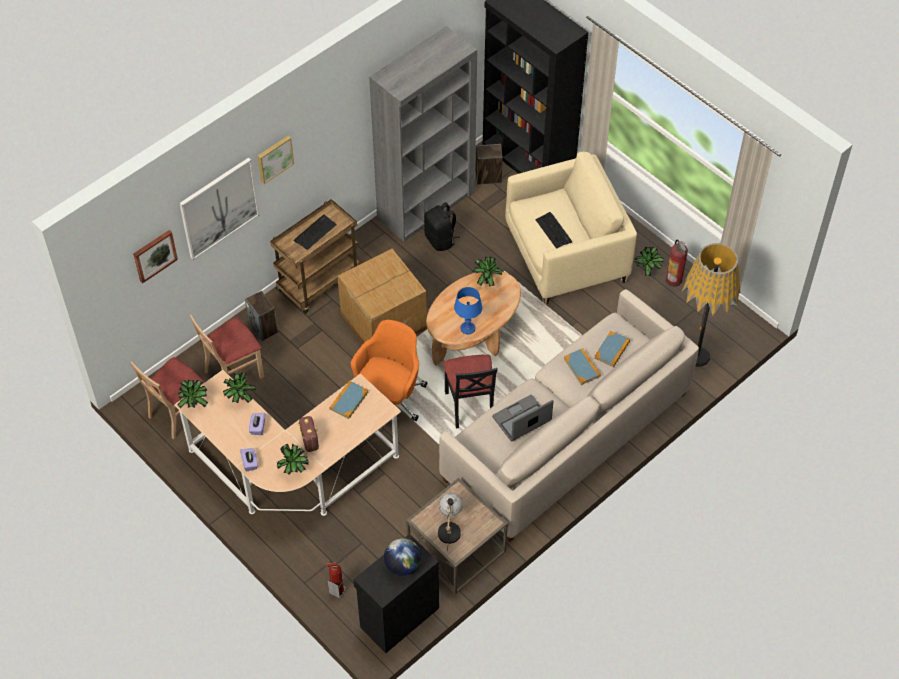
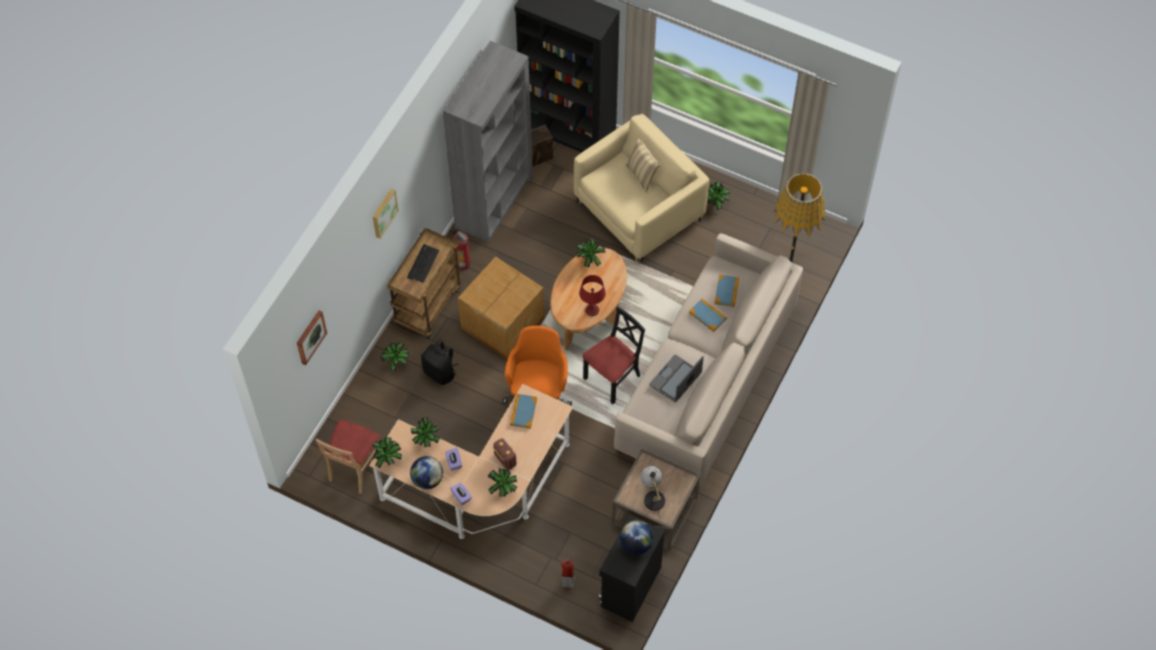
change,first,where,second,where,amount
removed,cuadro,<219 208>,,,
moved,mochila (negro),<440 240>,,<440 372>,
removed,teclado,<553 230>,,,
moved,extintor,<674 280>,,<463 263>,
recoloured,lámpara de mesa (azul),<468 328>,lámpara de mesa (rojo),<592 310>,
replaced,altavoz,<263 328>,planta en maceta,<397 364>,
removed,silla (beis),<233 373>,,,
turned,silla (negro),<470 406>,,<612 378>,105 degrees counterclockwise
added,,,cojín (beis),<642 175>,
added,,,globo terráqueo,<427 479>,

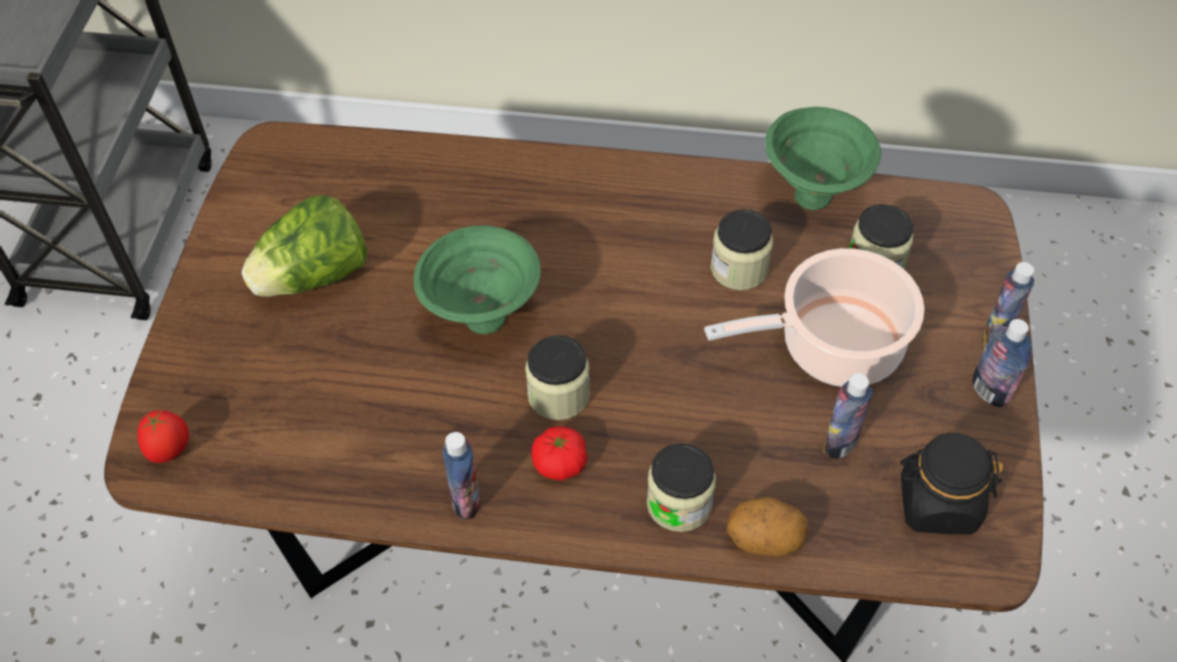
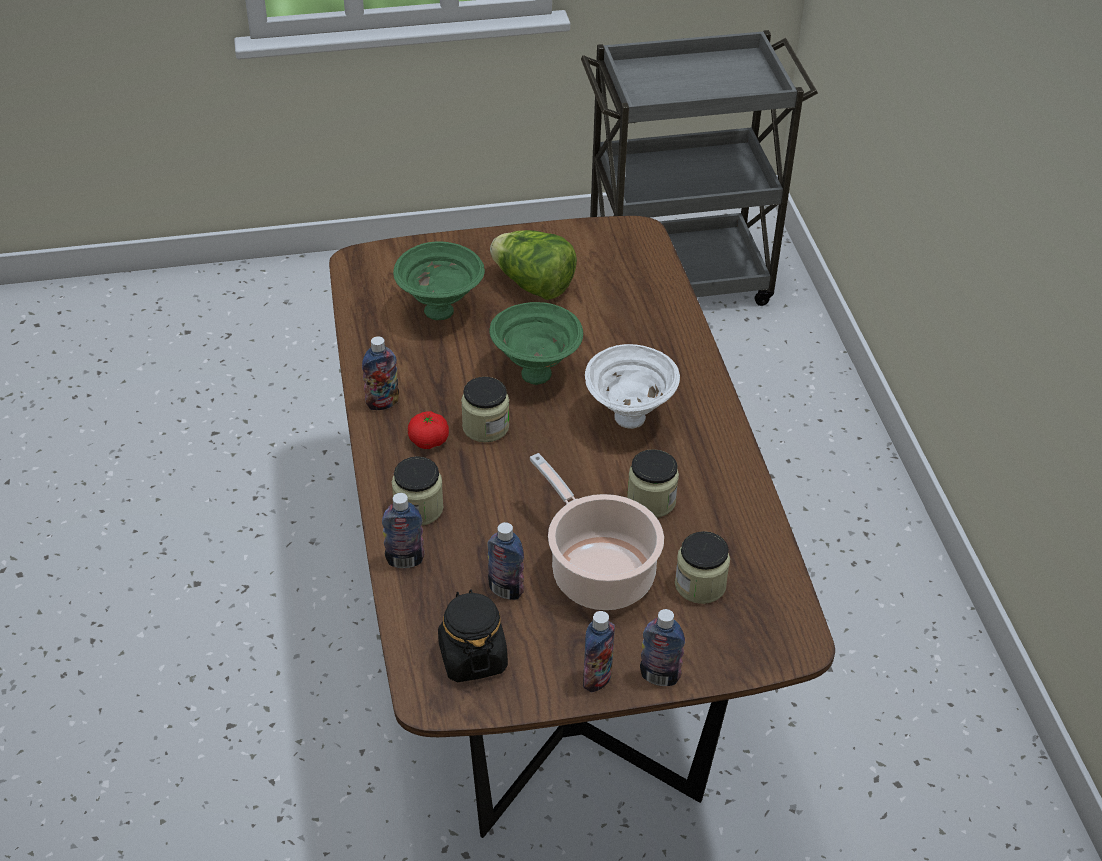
change,first,where,second,where,amount
moved,cuenco (verde),<811 194>,,<441 311>,
removed,tomate,<170 451>,,,
replaced,patata,<764 539>,botella,<405 560>,
added,,,cuenco (blanco),<629 420>,

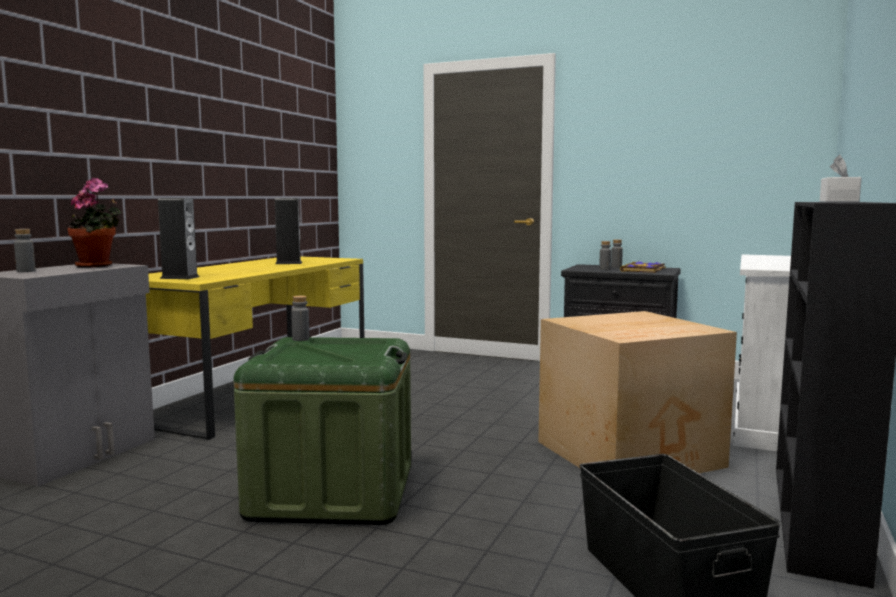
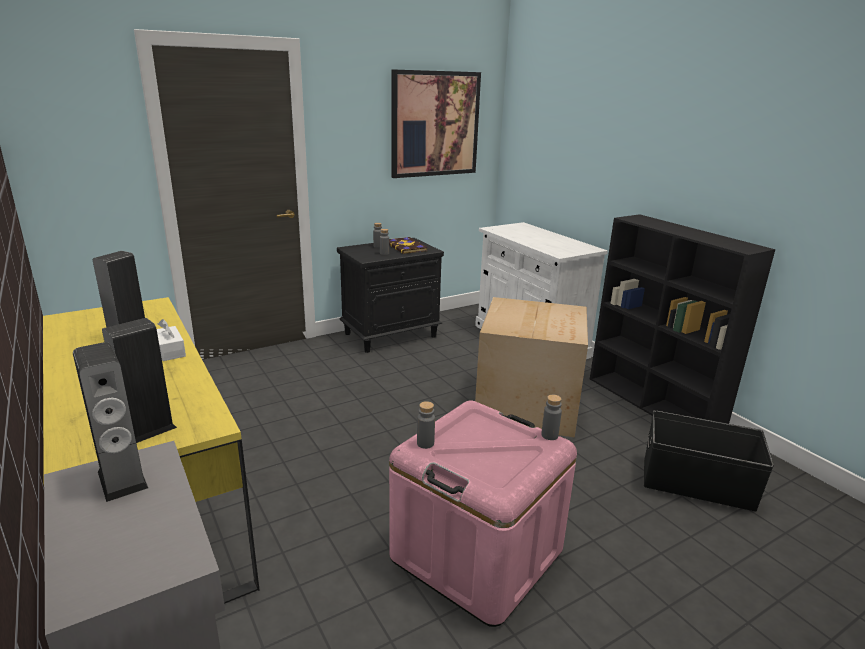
change,first,where,second,where,amount
moved,caja de pañuelos (blanco),<838 201>,,<170 351>,
replaced,planta en maceta,<97 266>,altavoz,<122 479>,
moved,botella (gris),<26 271>,,<549 435>,
recoloured,caja de almacenaje (verde),<332 492>,caja de almacenaje (rosa),<477 554>,
added,,,cuadro,<435 124>,

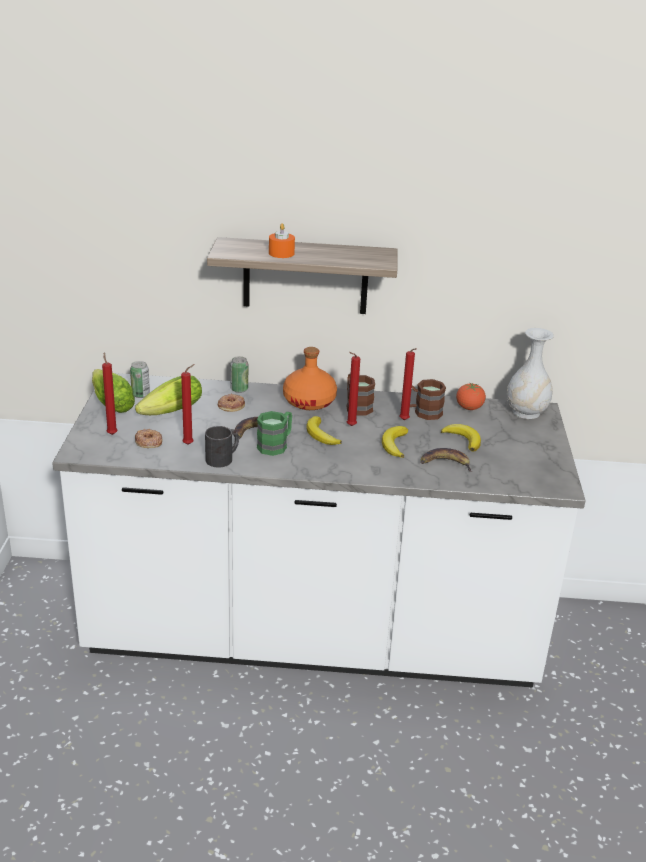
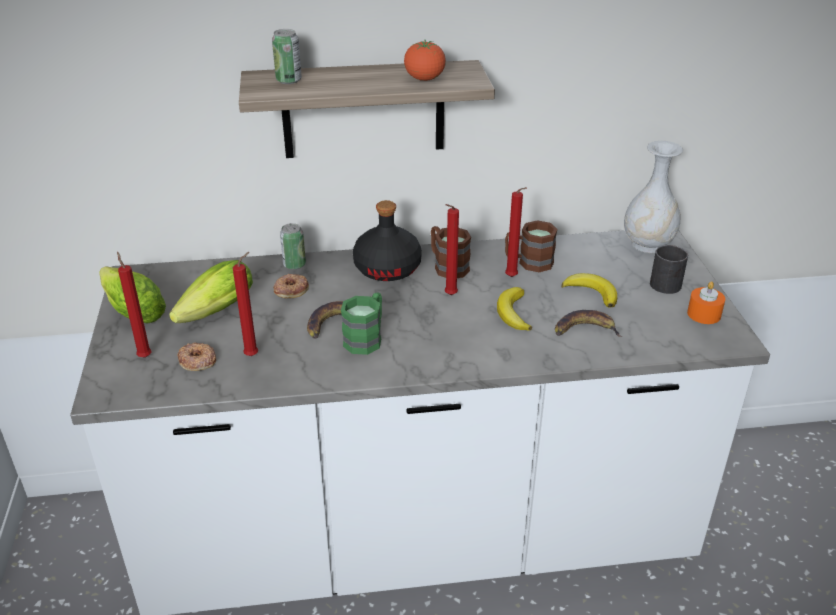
change,first,where,second,where,amount
moved,vela (naranja),<281 253>,,<704 314>,
recoloured,botella (naranja),<309 401>,botella (negro),<387 268>,
moved,lata,<140 394>,,<288 80>,
moved,tomate,<469 408>,,<424 79>,
removed,plátano,<321 435>,,,
moved,taza grande (negro),<223 458>,,<668 281>,

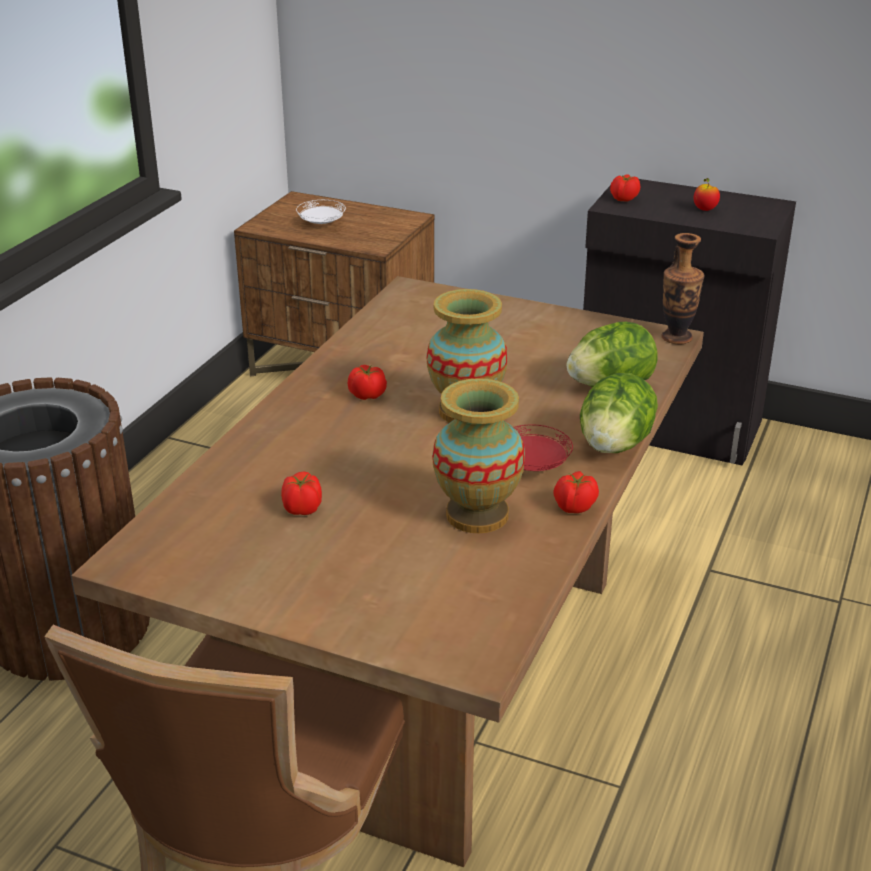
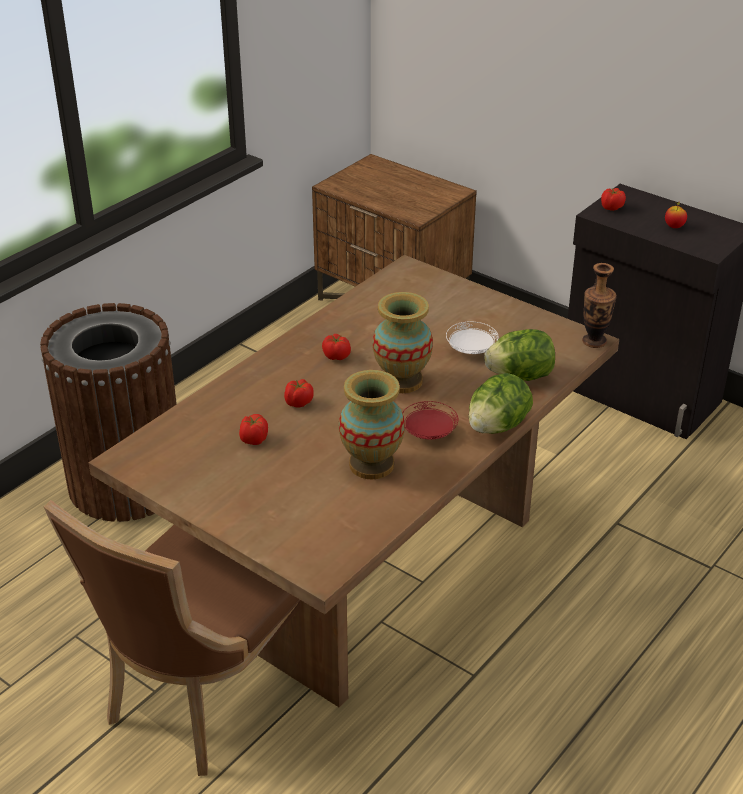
change,first,where,second,where,amount
moved,plato (blanco),<321 224>,,<471 350>,
moved,tomate,<574 507>,,<298 403>,

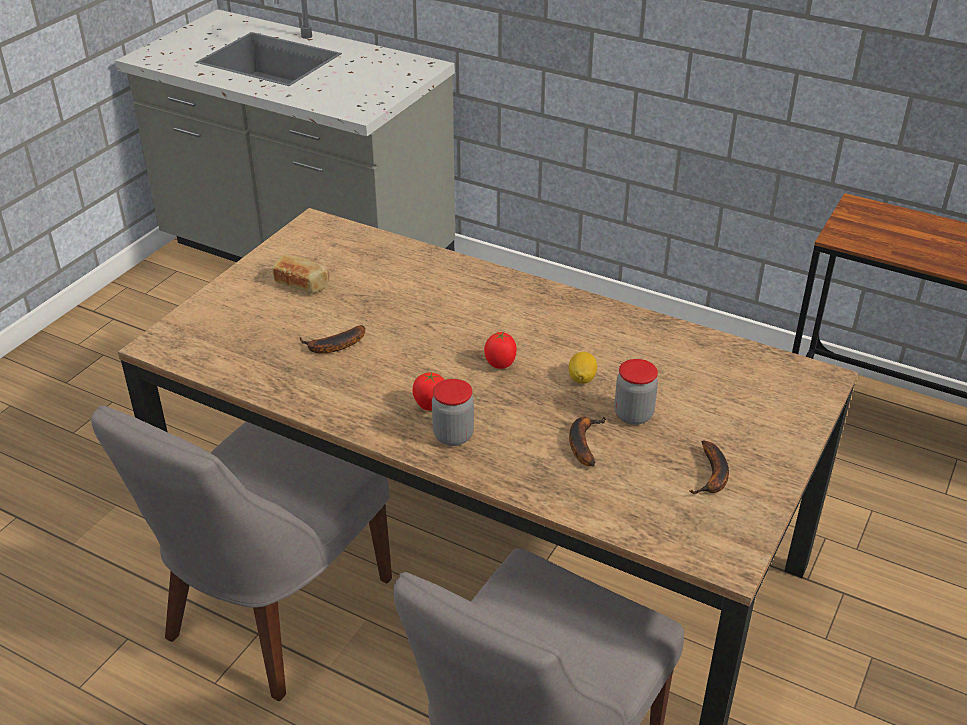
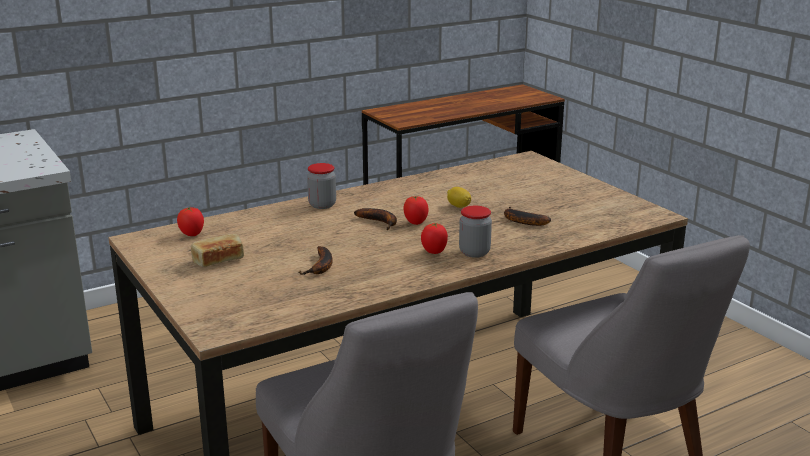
change,first,where,second,where,amount
moved,tarro,<633 415>,,<322 205>,
moved,plátano,<713 476>,,<380 222>,
added,,,tomate,<192 235>,

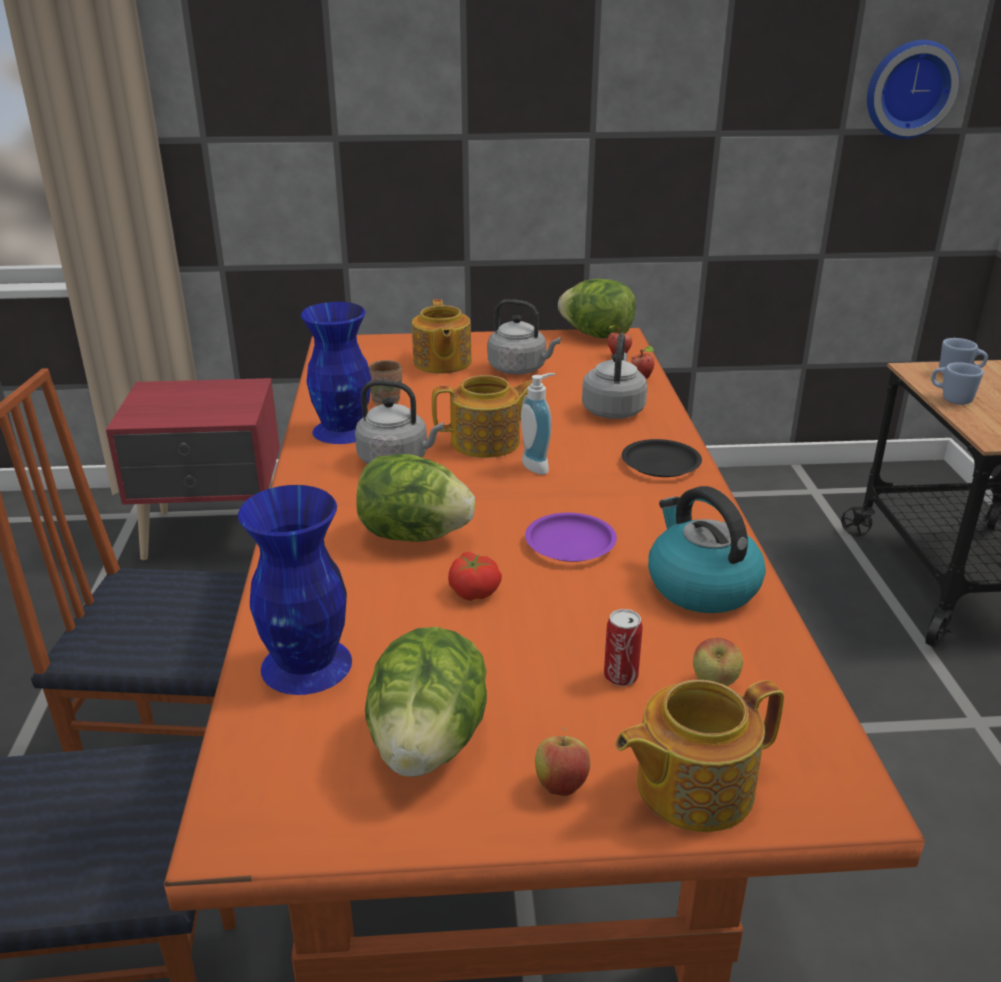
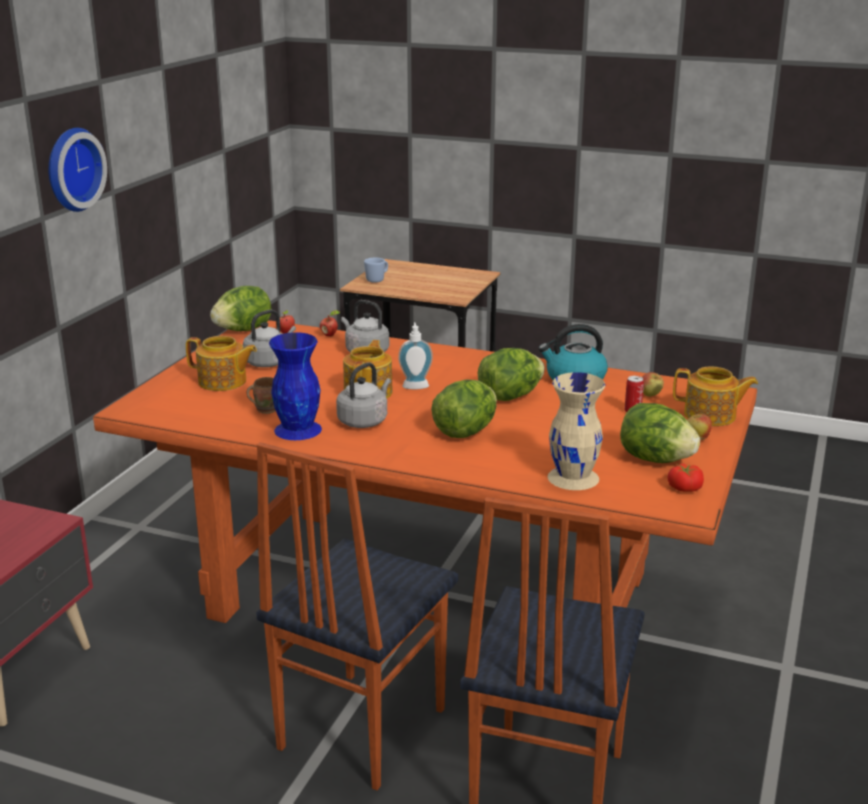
change,first,where,second,where,amount
moved,reloj de pared,<909 89>,,<71 169>,
removed,taza grande (azul),<951 399>,,,
removed,plato (negro),<660 464>,,,
recoloured,florero (azul),<306 666>,florero (beis),<574 477>,
replaced,plato (morado),<570 543>,lechuga,<510 396>,
moved,tomate,<475 591>,,<684 487>,
turned,tetera,<691 786>,,<711 416>,75 degrees counterclockwise

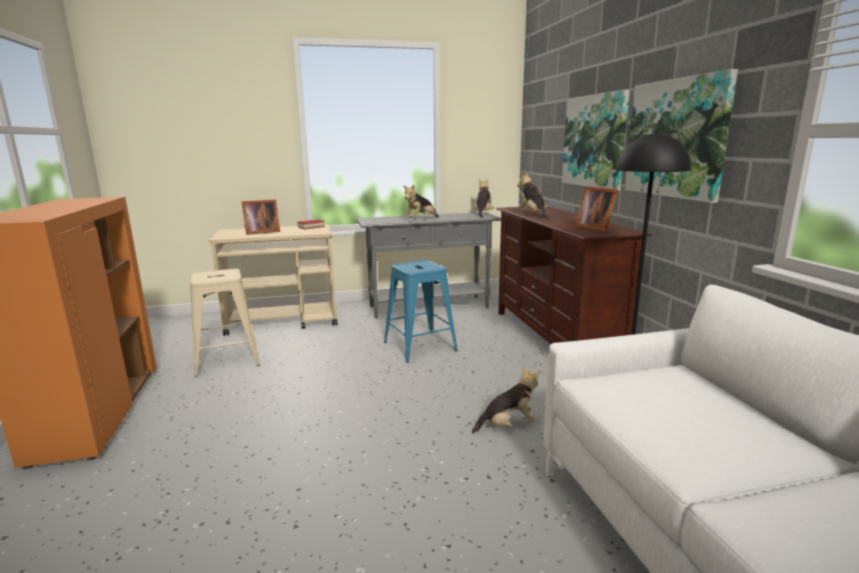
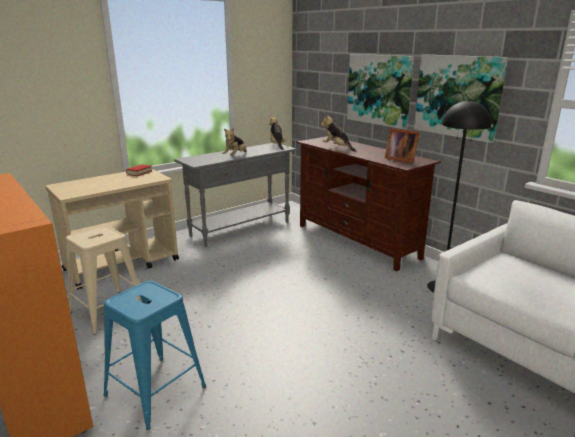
change,first,where,second,where,amount
removed,portarretratos,<260 232>,,,
moved,taburete (azul),<419 346>,,<154 391>,
removed,peluche,<508 425>,,,

